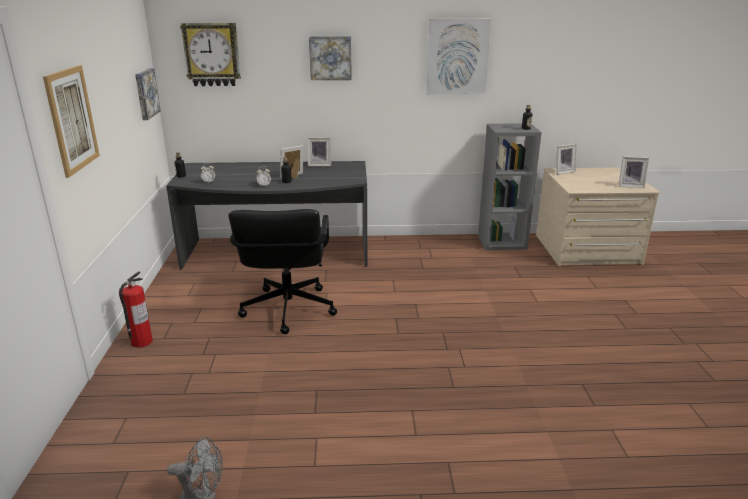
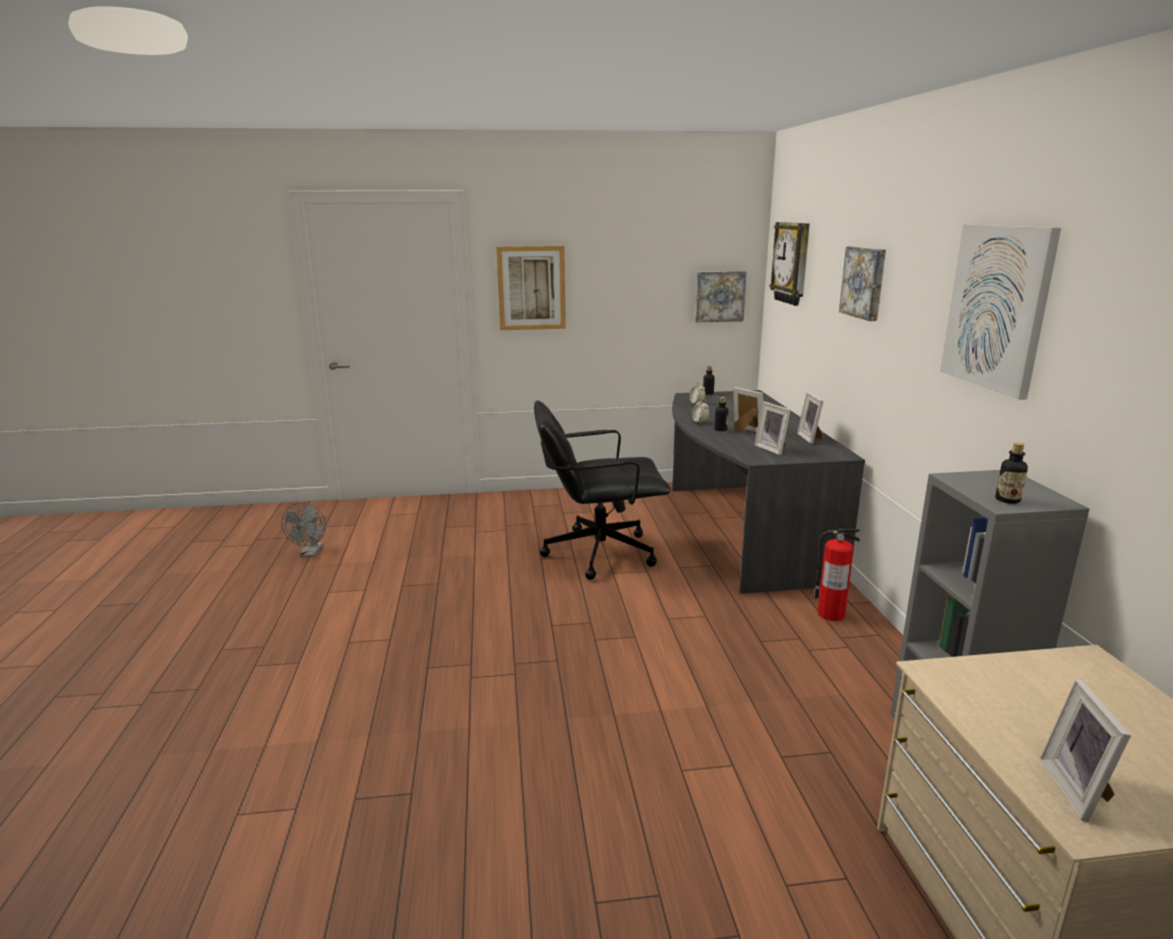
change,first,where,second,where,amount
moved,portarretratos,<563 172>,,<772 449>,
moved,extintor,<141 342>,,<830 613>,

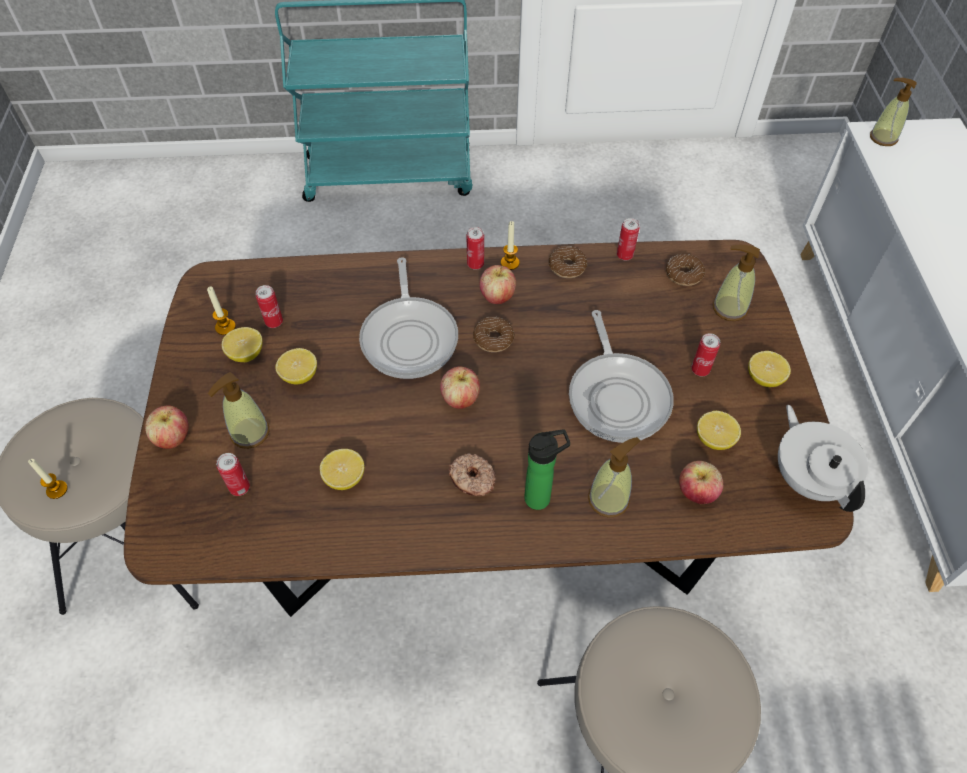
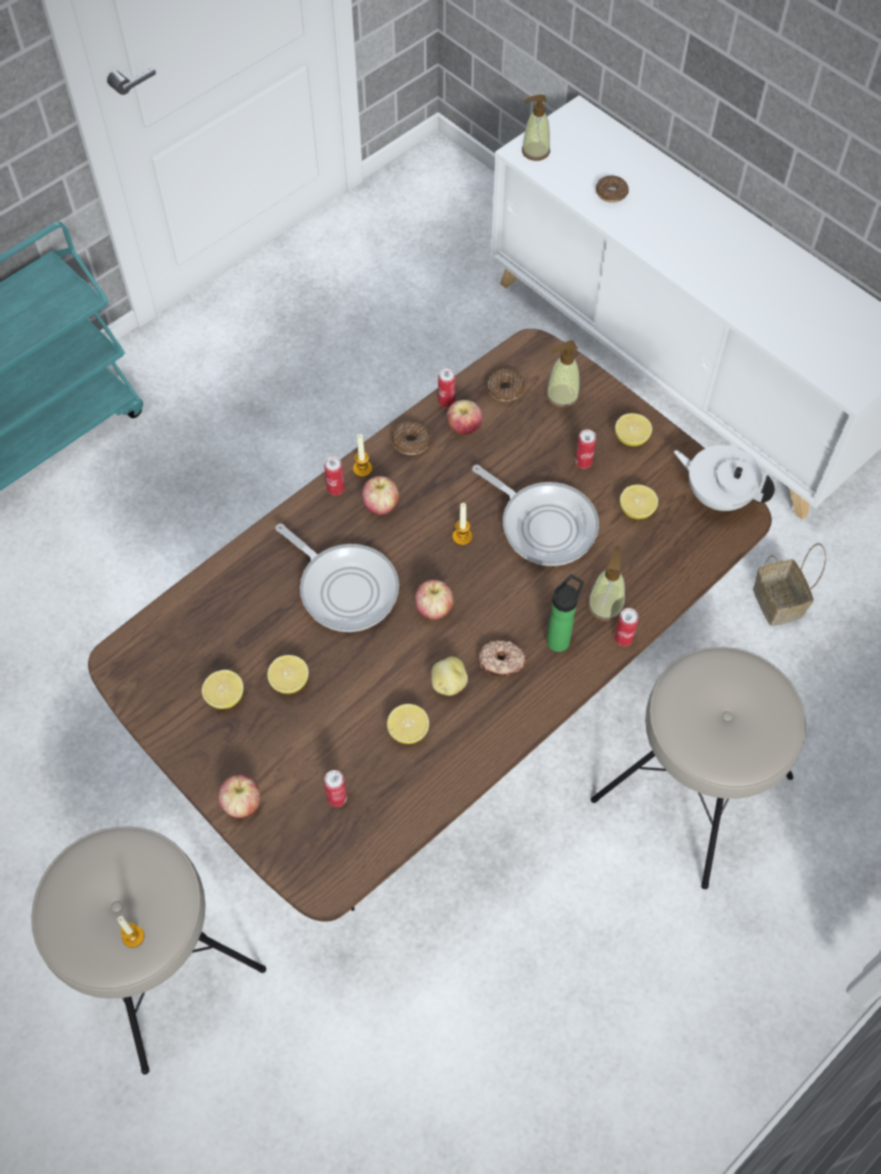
change,first,where,second,where,amount
moved,lata,<274 322>,,<623 638>,
moved,vela,<225 327>,,<462 537>,
moved,rosquilla,<493 339>,,<611 193>,
removed,dispensador de jabón,<249 433>,,,
moved,manzana,<696 493>,,<464 428>,
added,,,cesta,<779 603>,
added,,,patata,<448 684>,

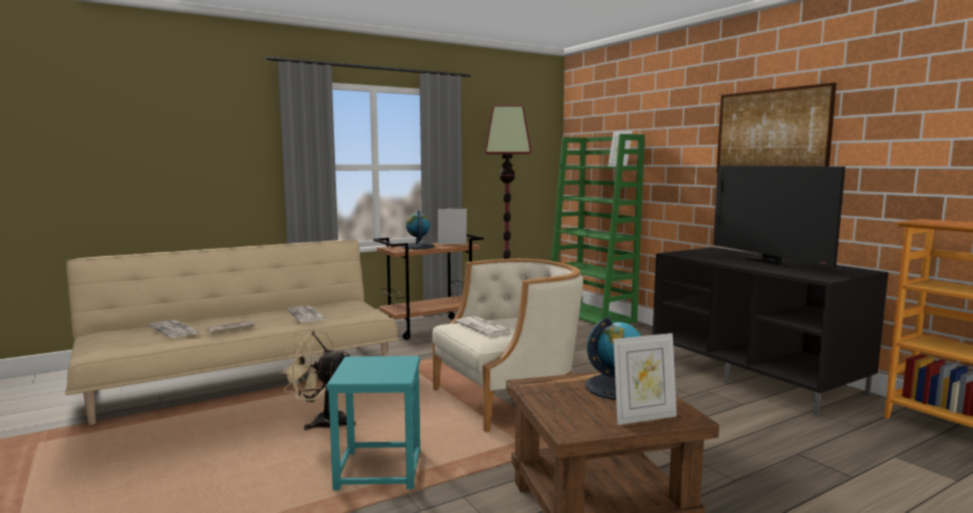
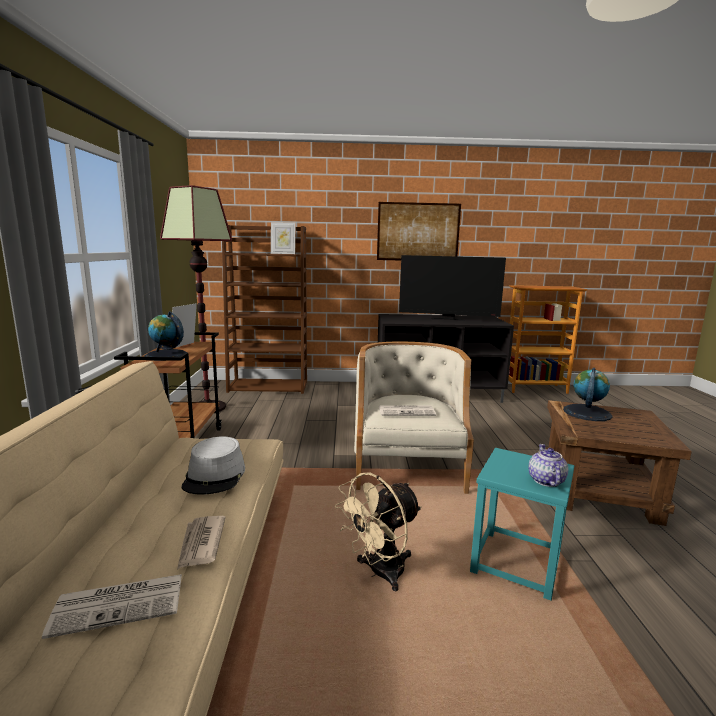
change,first,where,second,where,amount
recoloured,estantería (verde),<591 315>,estantería (marrón),<269 386>,
replaced,periódico,<307 315>,sombrero (gris),<215 476>,
removed,portarretratos,<643 417>,,,
added,,,tetera,<546 481>,

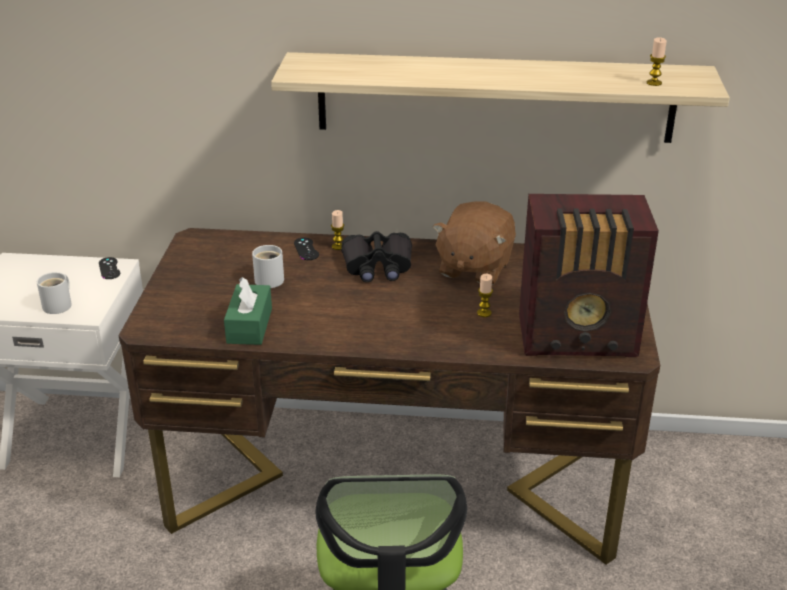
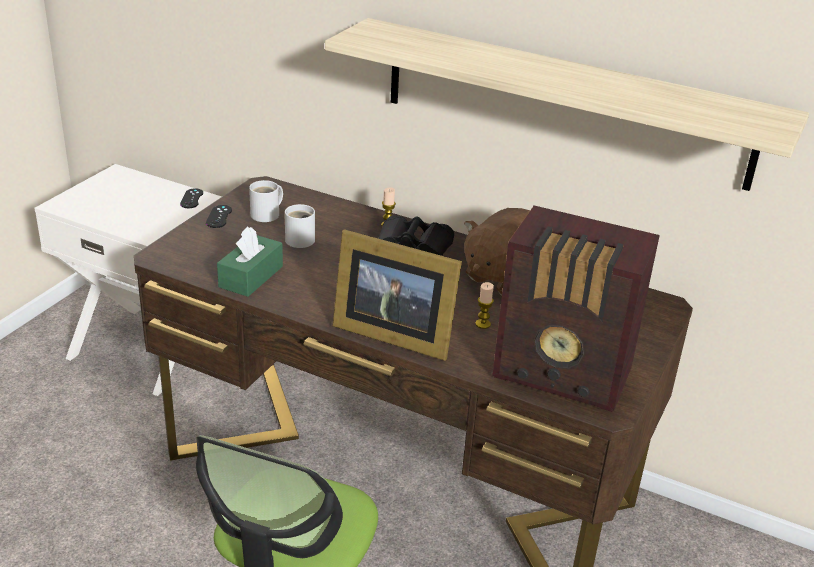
change,first,where,second,where,amount
removed,vela,<654 83>,,,
moved,mando de consola (negro),<306 249>,,<219 216>,
moved,taza grande (blanco),<59 305>,,<267 214>,
added,,,portarretratos,<391 333>,

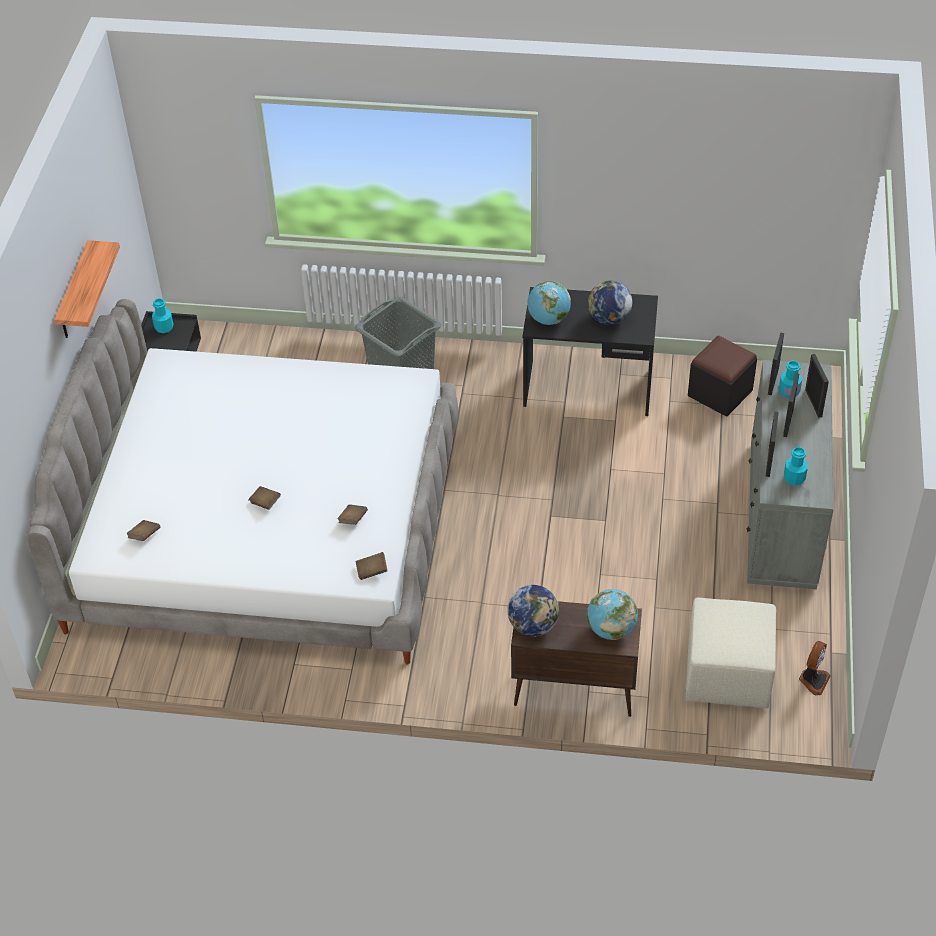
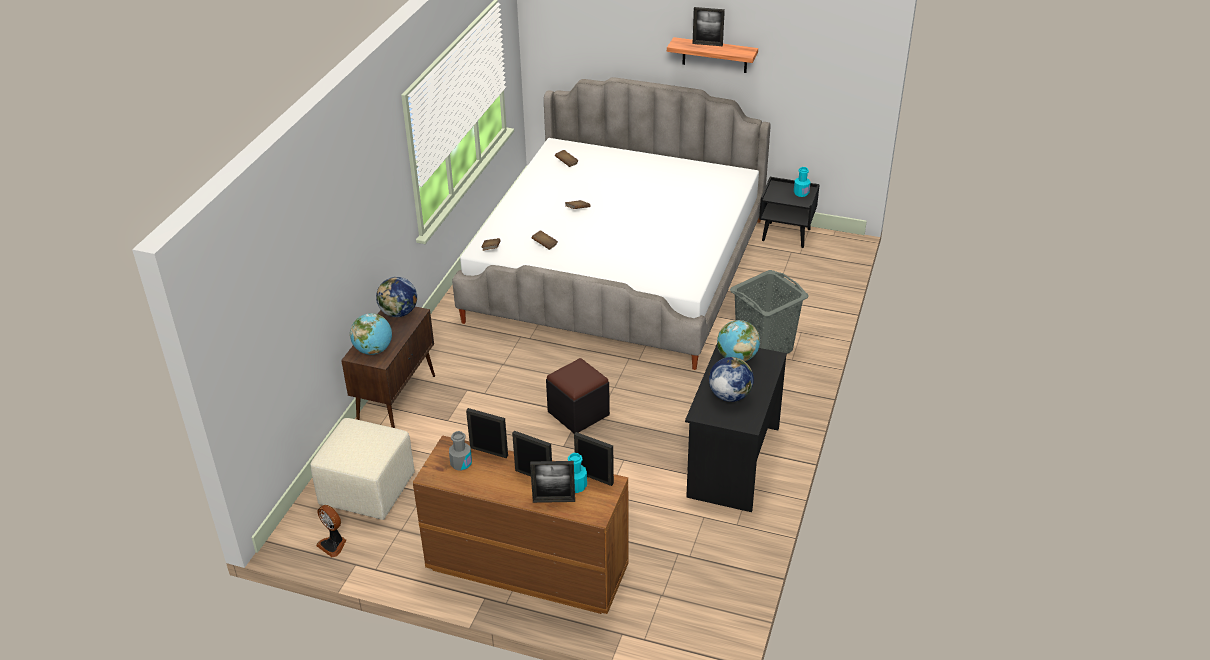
change,first,where,second,where,amount
moved,puf (negro),<720 393>,,<578 413>,
recoloured,cómoda (gris),<781 516>,cómoda (marrón),<525 568>,
recoloured,botella (turquesa),<794 478>,botella (gris),<461 464>,
added,,,portarretratos,<707 44>,

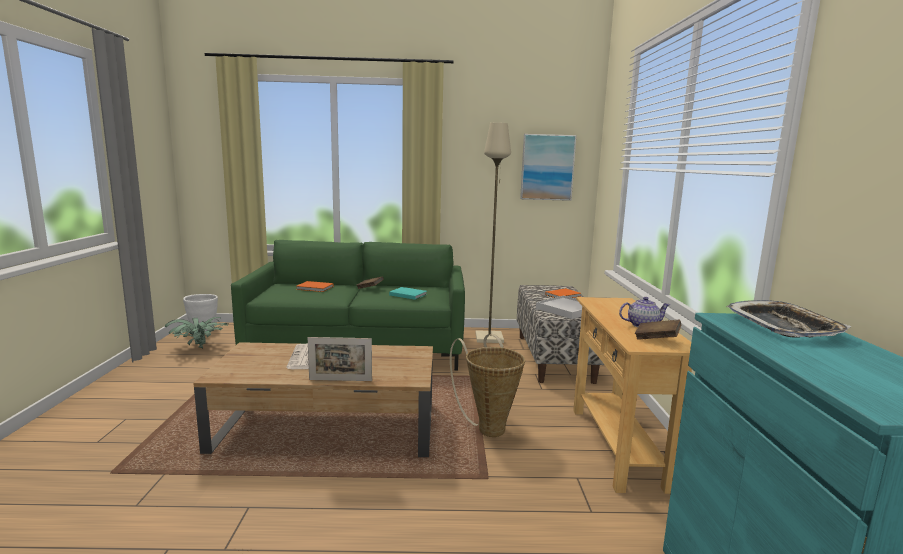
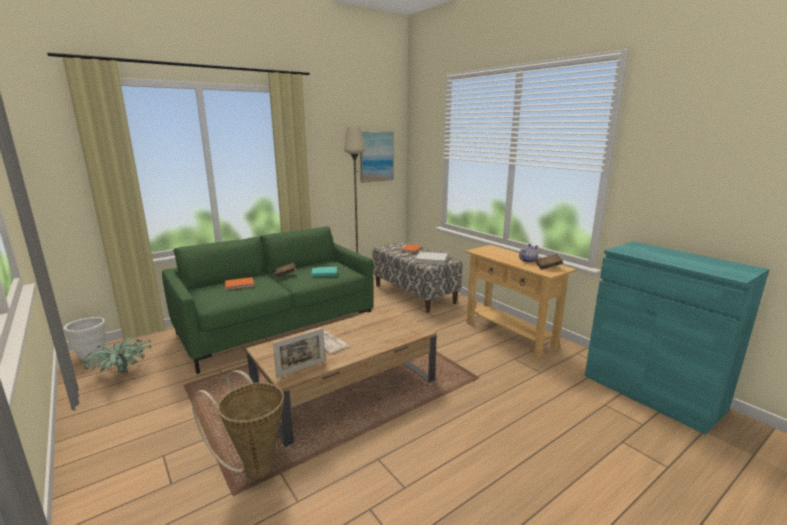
change,first,where,second,where,amount
removed,bandeja,<783 326>,,,
moved,cesta,<488 427>,,<254 466>,
moved,portarretratos,<340 380>,,<301 369>,

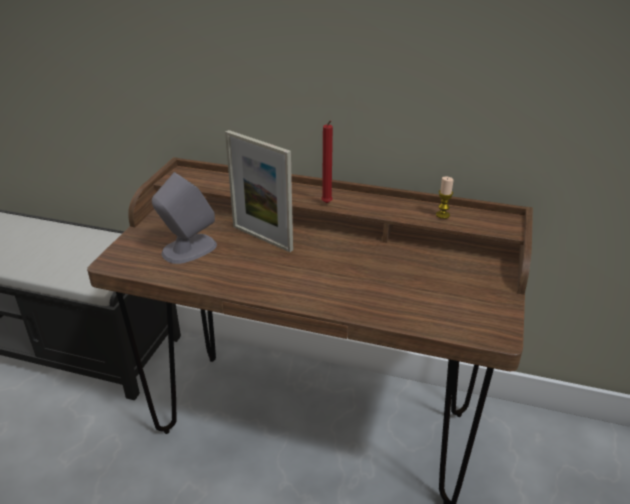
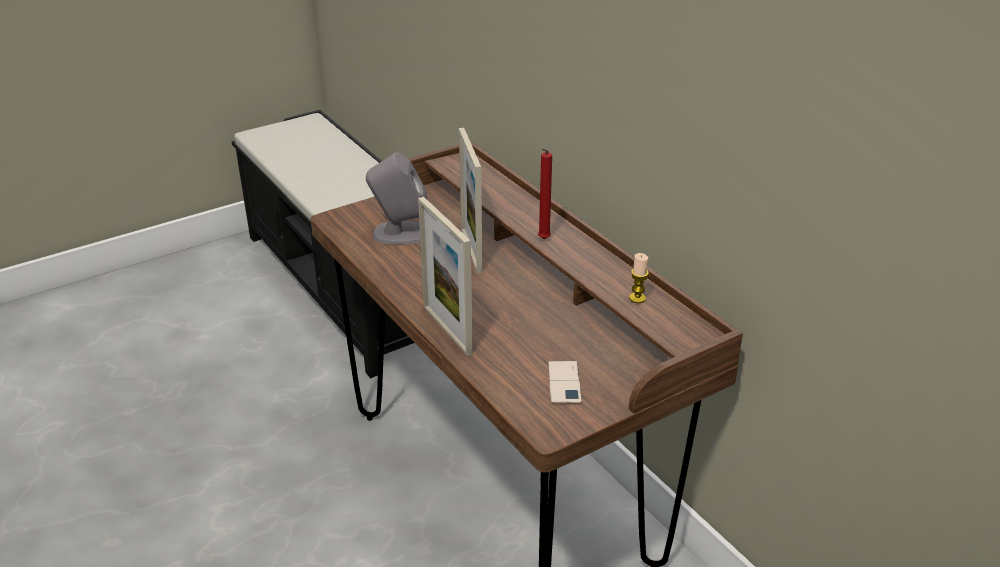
change,first,where,second,where,amount
added,,,portarretratos,<447 330>,
added,,,móvil,<564 383>,

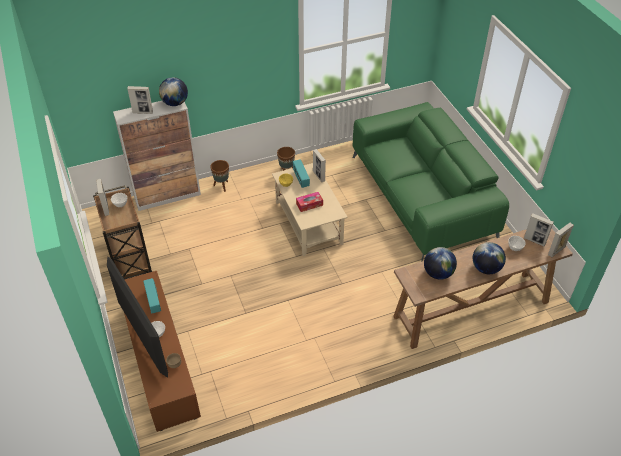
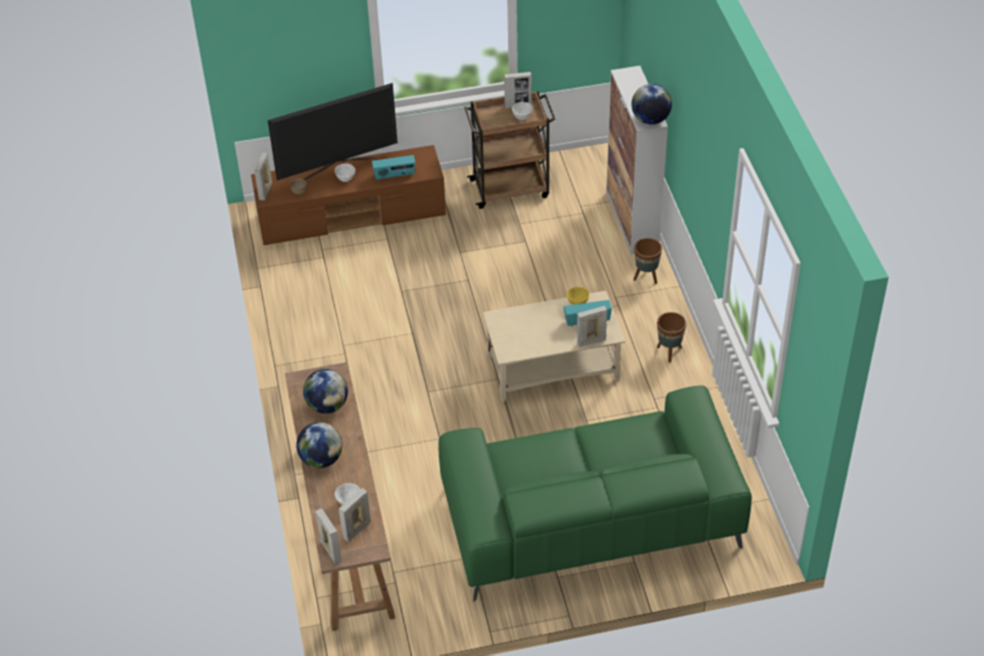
change,first,where,second,where,amount
moved,portarretratos,<143 112>,,<265 191>,
removed,caja de pañuelos,<309 204>,,,

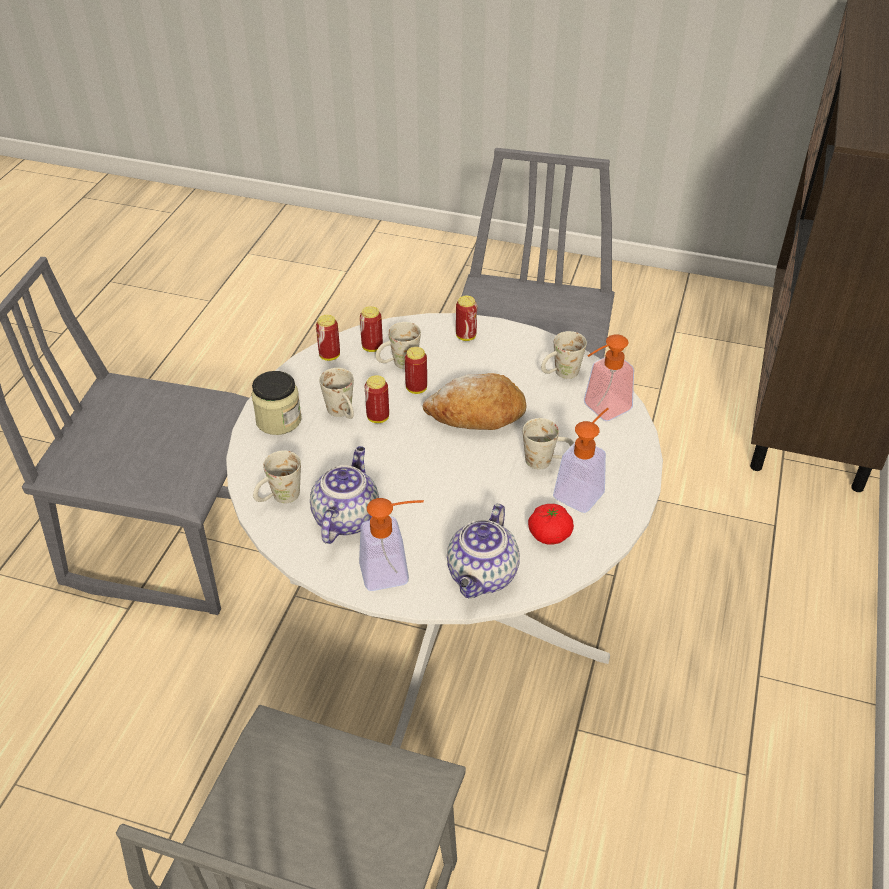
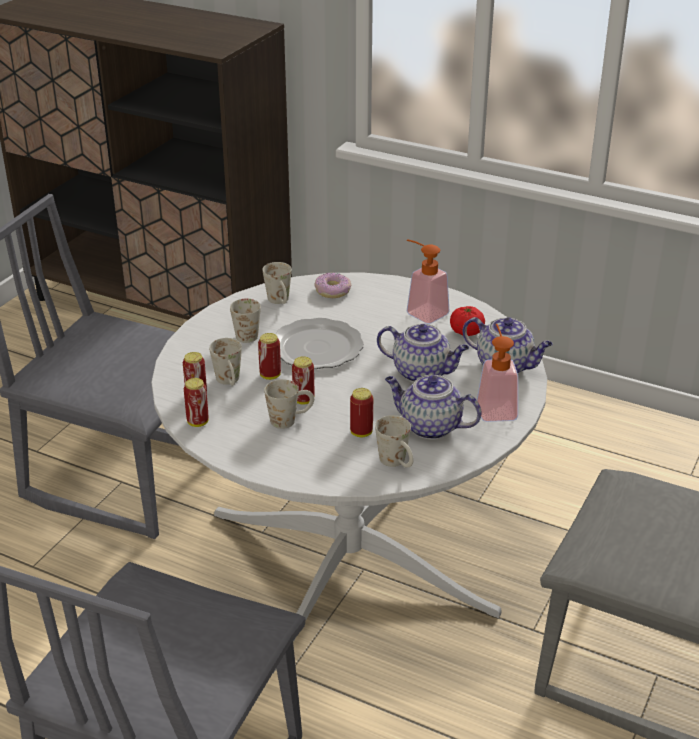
change,first,where,second,where,amount
moved,lata,<466 336>,,<361 432>,
replaced,dispensador de jabón,<601 410>,rosquilla,<333 291>,
removed,tarro,<278 420>,,,
replaced,pan,<476 414>,plato,<317 348>,
moved,taza grande (blanco),<547 461>,,<249 333>,
added,,,tetera,<422 372>,

